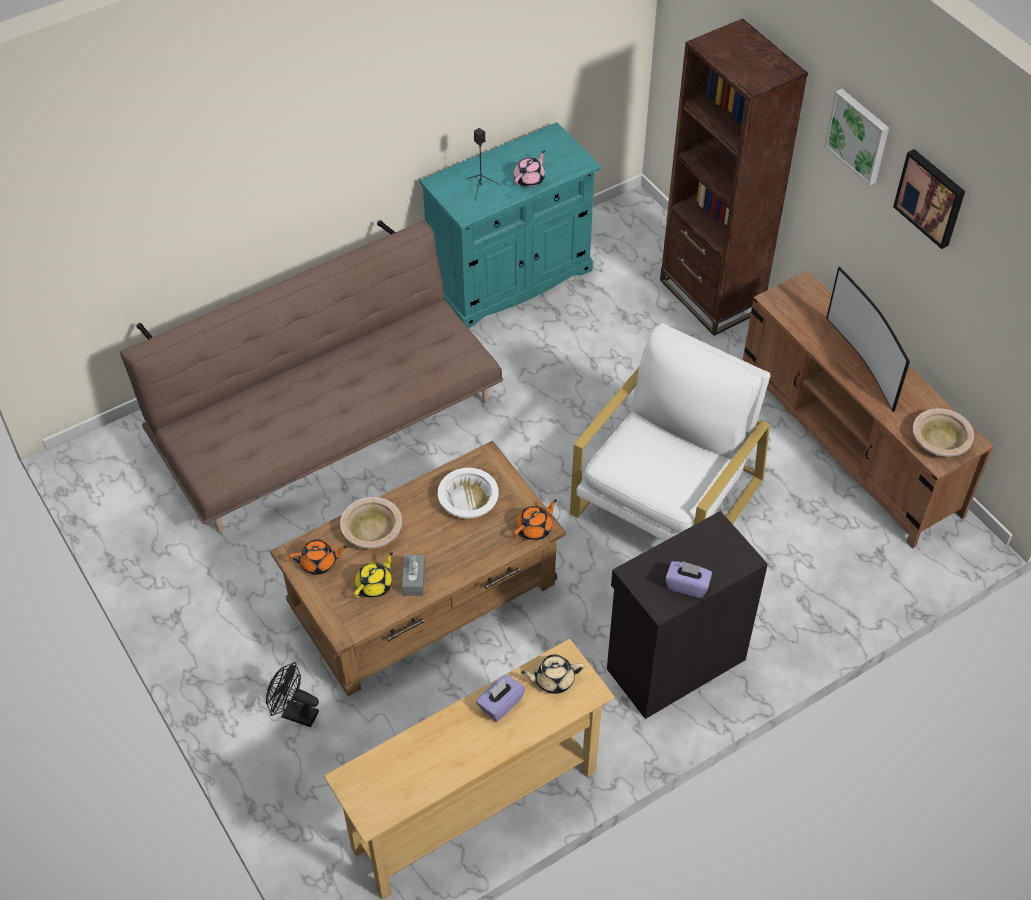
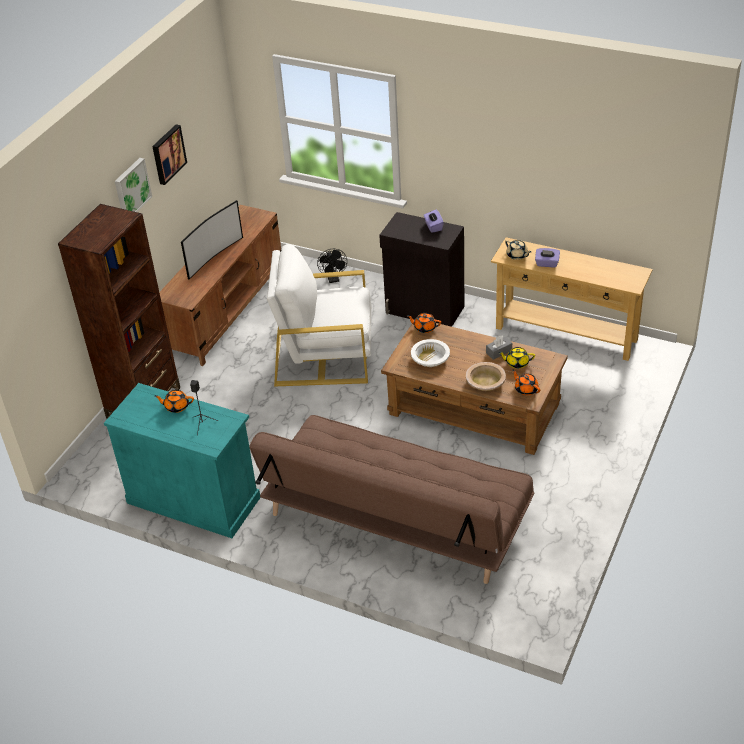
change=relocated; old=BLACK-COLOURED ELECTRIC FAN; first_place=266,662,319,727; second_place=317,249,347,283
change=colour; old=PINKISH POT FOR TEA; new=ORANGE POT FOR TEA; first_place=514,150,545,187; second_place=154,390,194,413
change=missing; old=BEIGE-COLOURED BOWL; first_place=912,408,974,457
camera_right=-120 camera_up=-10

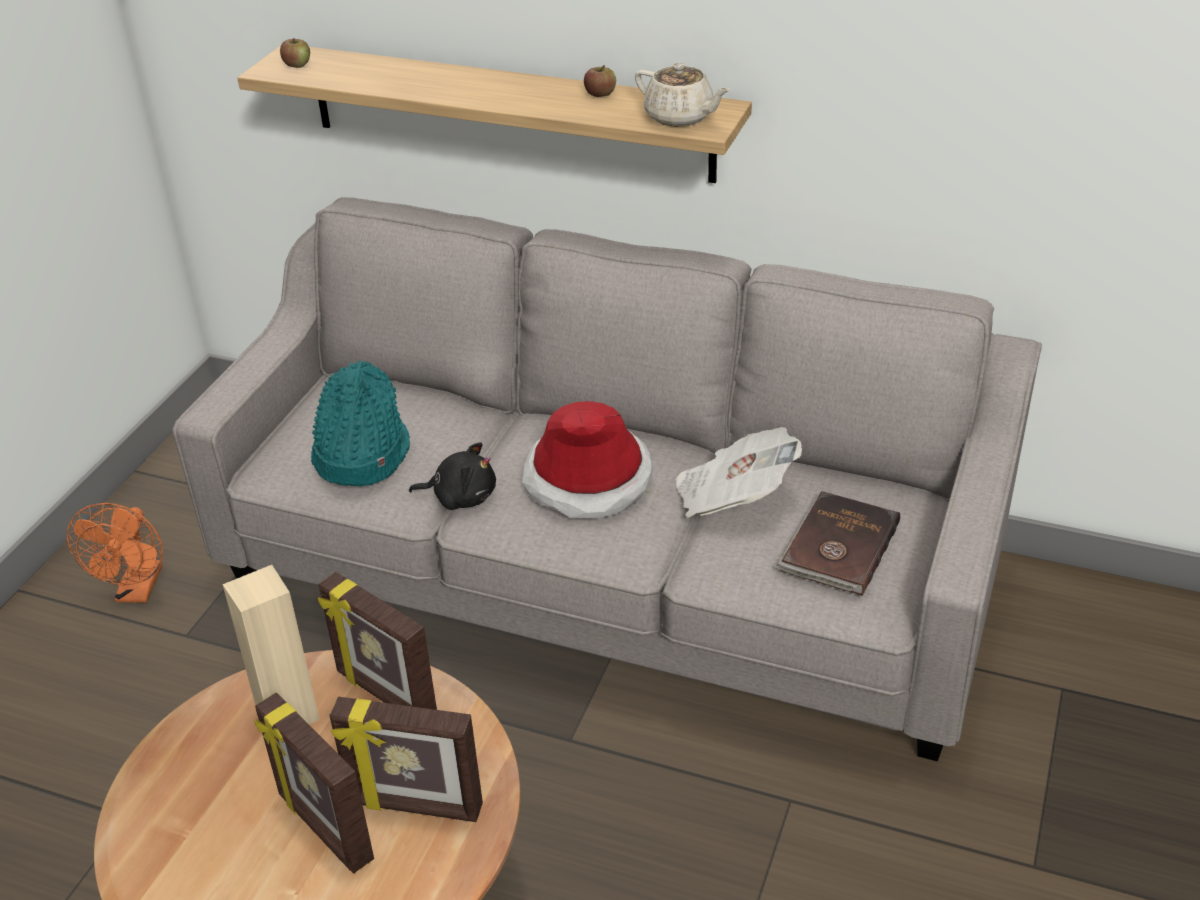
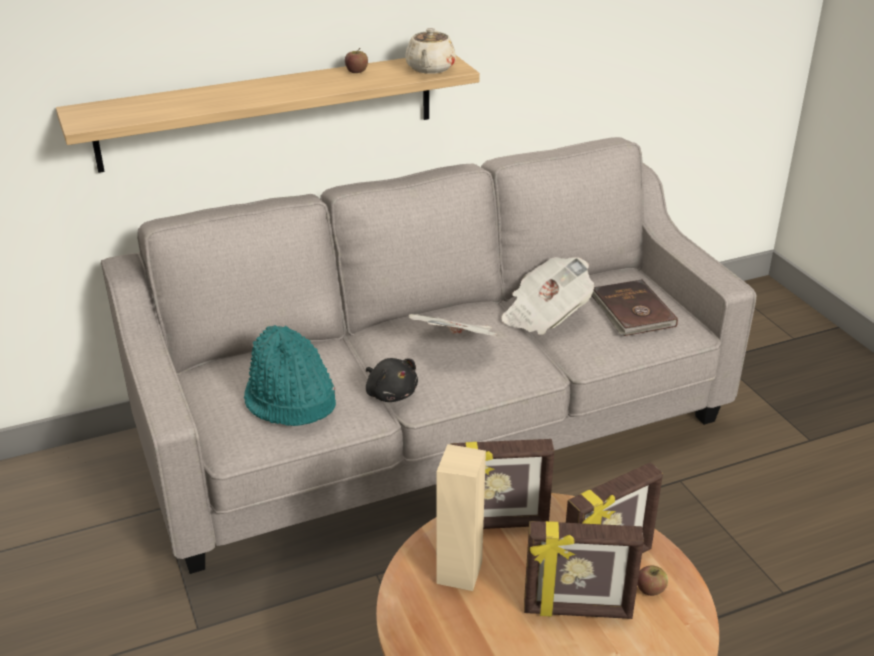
change=missing; old=ORANGE ELECTRIC FAN; first_place=67,503,163,603
change=relocated; old=APPLE; first_place=280,38,310,68; second_place=638,566,668,596
change=spun; old=BLACK-COLOURED CUDDLY TOY; first_place=409,442,496,510; second_place=366,358,418,402; degrees=90
change=exchanged; old=CLOTHING HAT; new=DAILY PAPER; first_place=522,401,653,519; second_place=409,314,497,337
change=spun; old=BEIGE-COLOURED POT FOR TEA; first_place=635,63,730,127; second_place=405,28,456,74; degrees=105
camera_right=-45 camera_up=-5

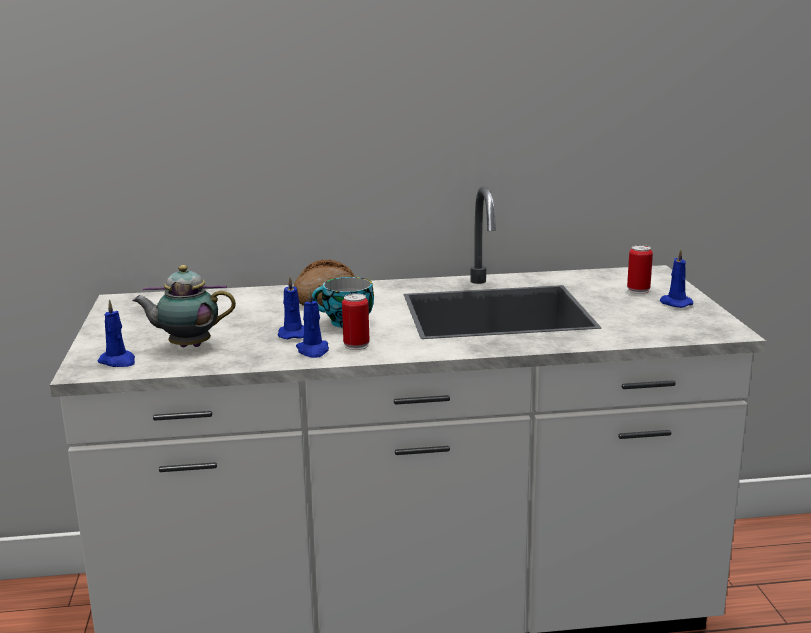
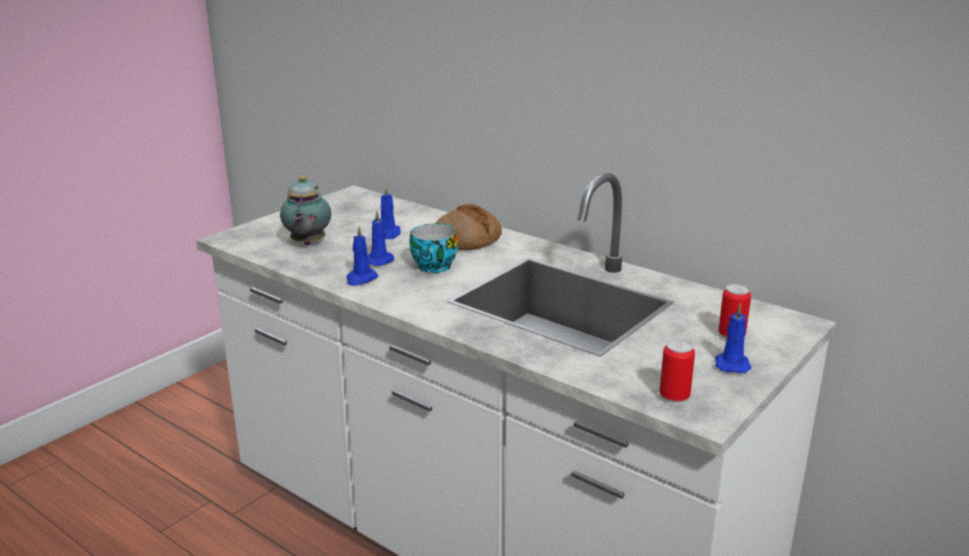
change=relocated; old=BLUE CANDLE; first_place=97,299,135,367; second_place=380,186,401,239
change=spun; old=POT FOR TEA; first_place=132,265,236,347; second_place=280,176,331,245; degrees=-135
change=relocated; old=SEALED CAN; first_place=342,293,370,350; second_place=660,339,695,405
camera_right=45 camera_up=5

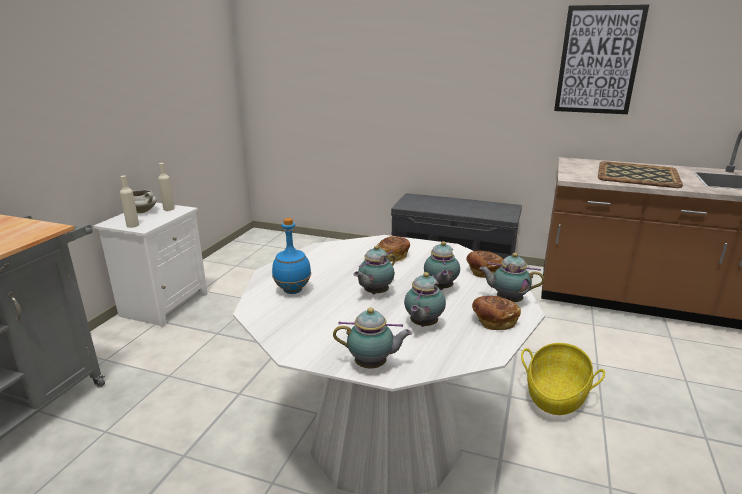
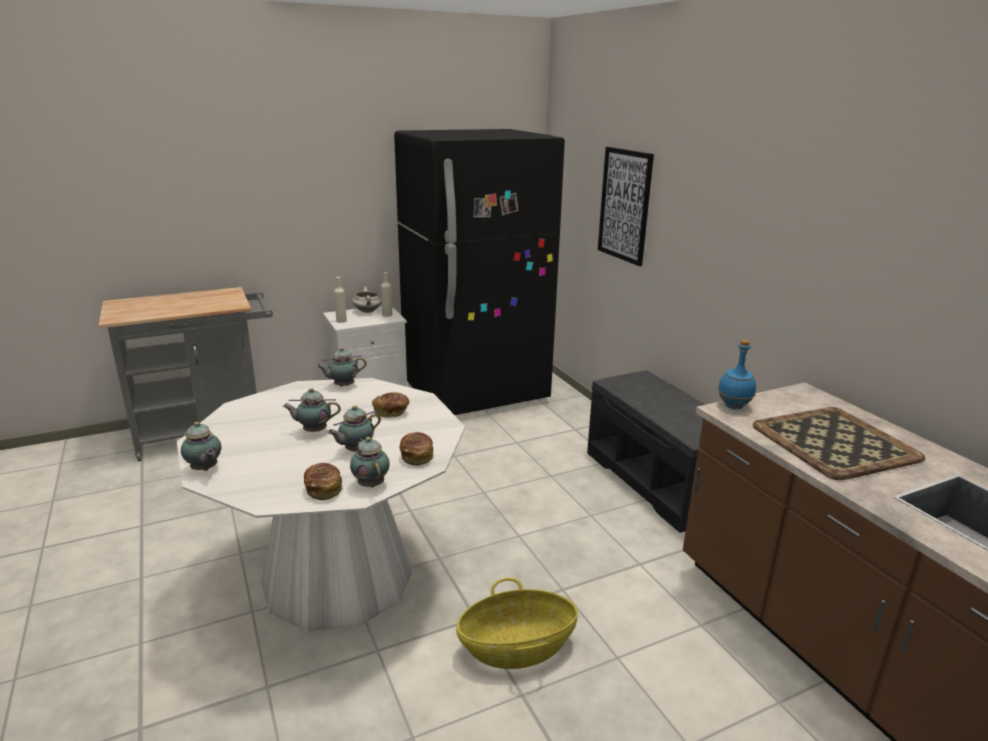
change=relocated; old=BLUE BOTTLE; first_place=272,218,311,294; second_place=718,340,756,410
change=relocated; old=POT FOR TEA; first_place=404,272,446,327; second_place=316,347,367,387
change=relocated; old=WALL ART; first_place=554,4,649,114; second_place=598,147,654,266
change=appeared; new=BLACK-COLOURED FRIDGE; second_place=394,129,565,415
camera_right=45 camera_up=0

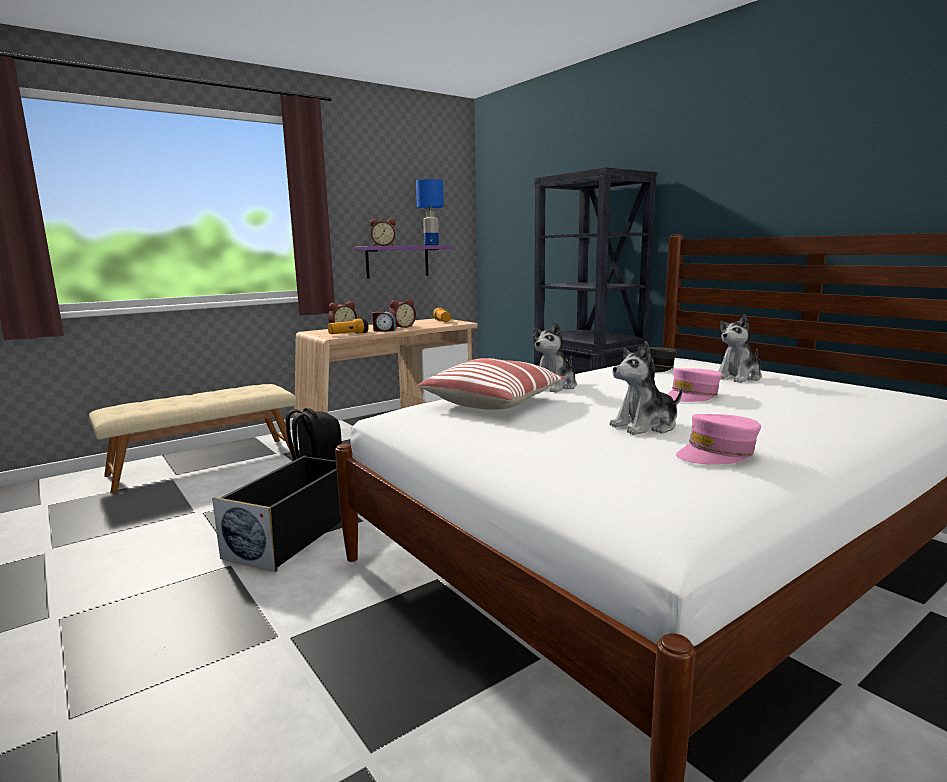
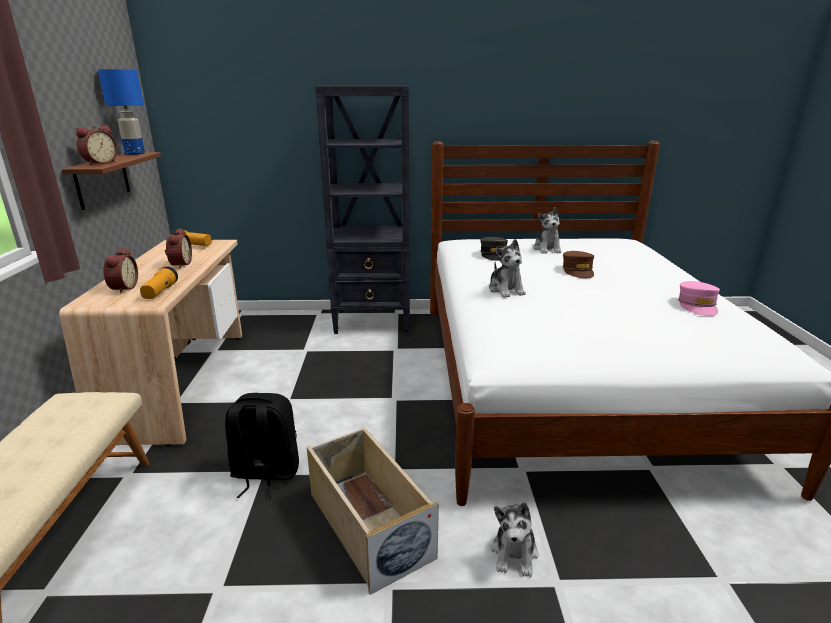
change=colour; old=BLACK-COLOURED STORAGE BOX; new=BEIGE-COLOURED STORAGE BOX; first_place=212,456,341,572; second_place=307,427,439,595
change=colour; old=PURPLE SHELF; new=BROWN SHELF; first_place=354,245,451,279; second_place=61,152,161,210
change=missing; old=BEDSIDE CLOCK; first_place=372,311,396,331
change=missing; old=CUSHION; first_place=418,358,565,410
change=relocated; old=CUDDLY TOY; first_place=609,342,683,435; second_place=491,502,538,577
change=colour; old=PINKISH PEAKED CAP; new=BROWN PEAKED CAP; first_place=668,368,722,402; second_place=563,251,594,278
camera_right=-55 camera_up=10

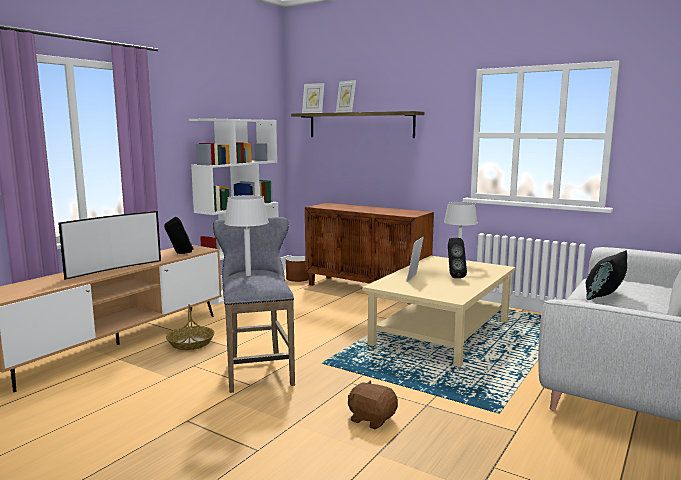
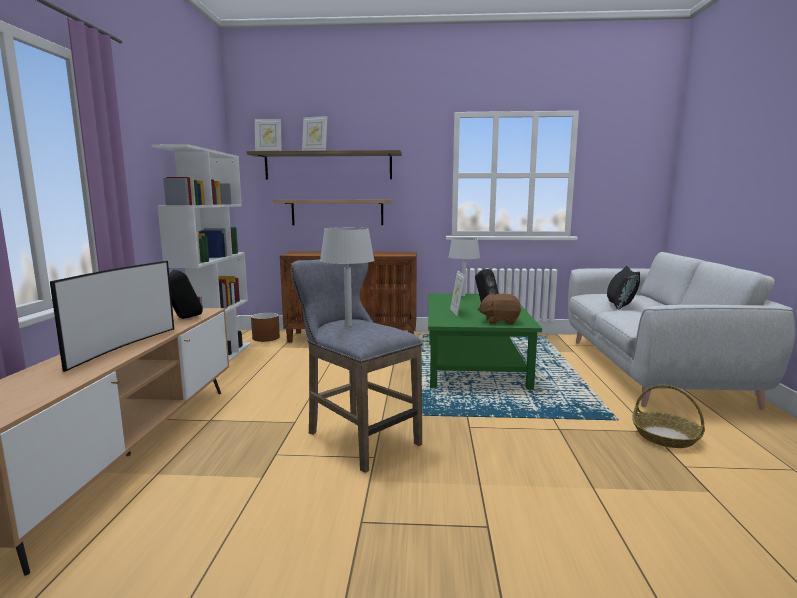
change=relocated; old=HOUSEHOLD BASKET; first_place=166,304,215,350; second_place=632,385,705,448
change=relocated; old=BROWN CUDDLY TOY; first_place=348,380,398,429; second_place=478,294,521,325
change=colour; old=BEIGE-COLOURED COFFEE TABLE; new=GREEN COFFEE TABLE; first_place=362,256,515,367; second_place=428,293,542,390
change=appeared; new=SHELF; second_place=273,200,393,225
camera_right=-30 camera_up=0

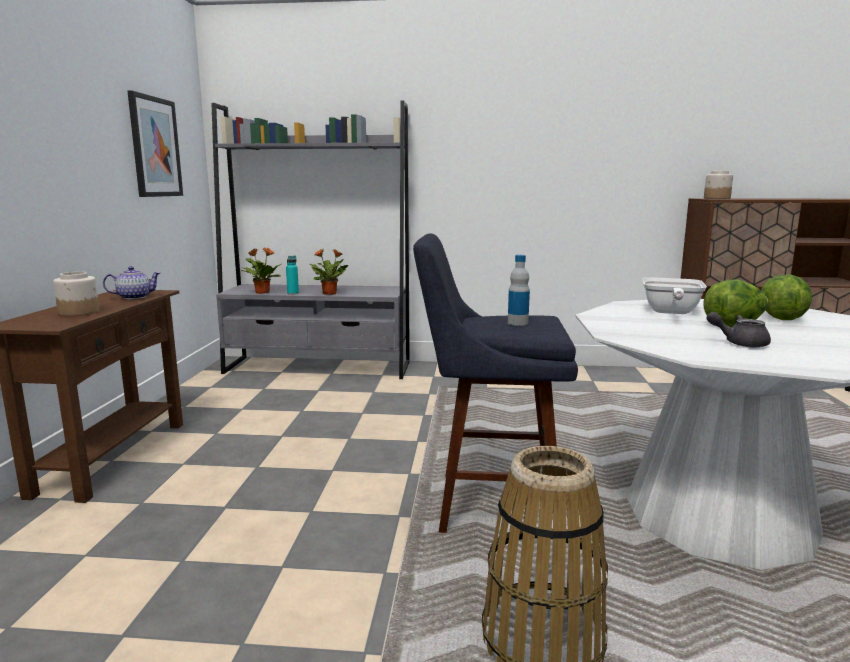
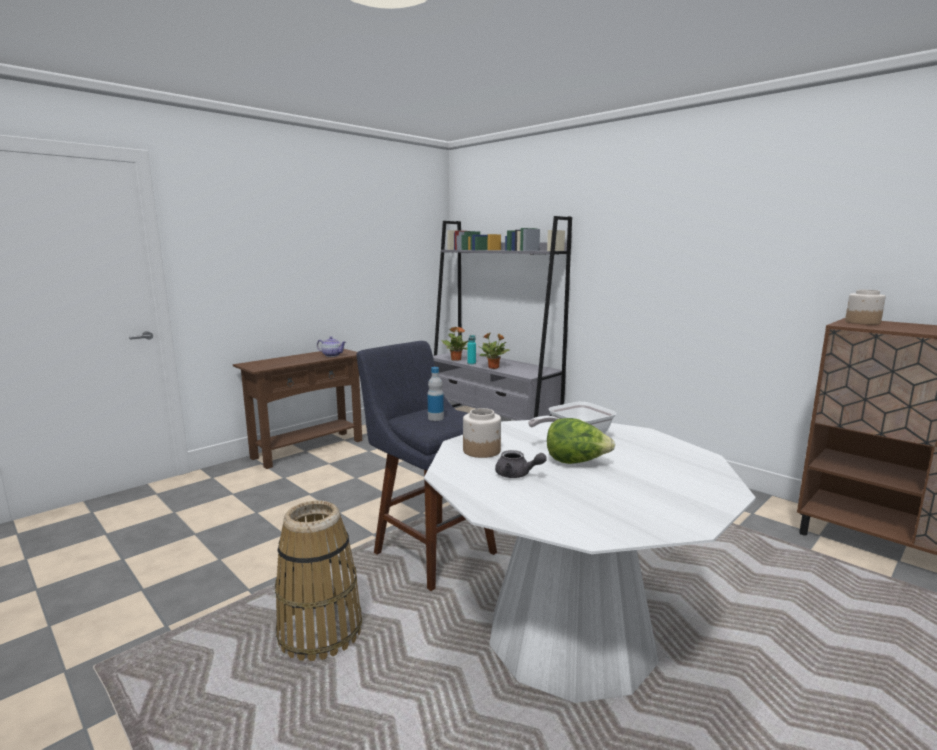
change=relocated; old=STORAGE JAR; first_place=53,272,99,316; second_place=463,408,501,458
change=missing; old=WALL ART; first_place=128,90,183,197
change=spun; old=GREYISH POT FOR TEA; first_place=706,312,771,348; second_place=495,450,547,478; degrees=150
change=missing; old=HEAD OF LETTUCE; first_place=761,274,812,320
camera_right=40 camera_up=0

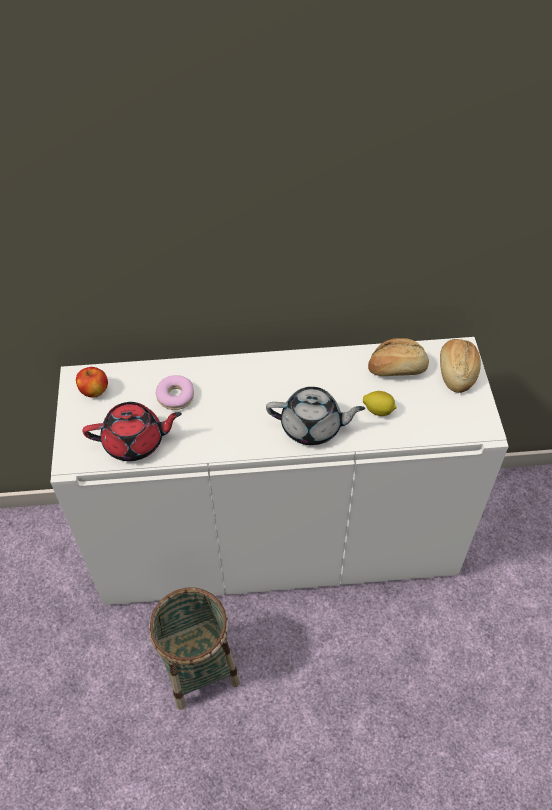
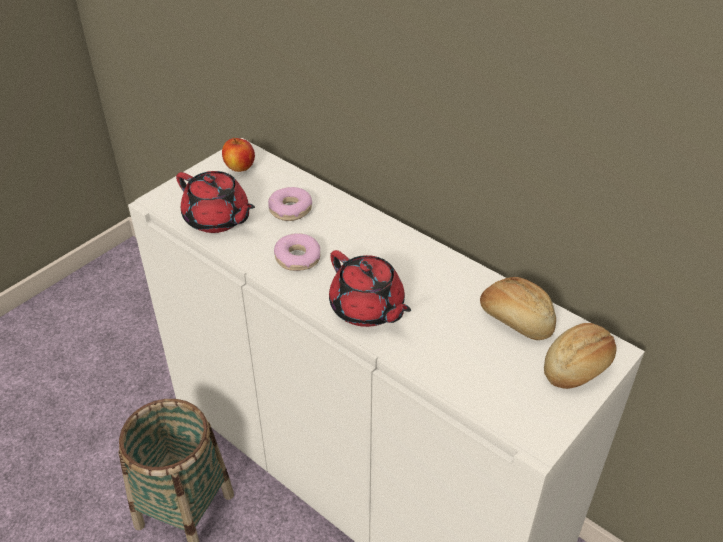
change=colour; old=GREYISH POT FOR TEA; new=REDDISH POT FOR TEA; first_place=266,387,365,445; second_place=329,250,411,327
change=missing; old=CITRUS FRUIT; first_place=363,391,397,416
change=appeared; new=DOUGHNUT; second_place=274,233,321,271
camera_right=45 camera_up=-10

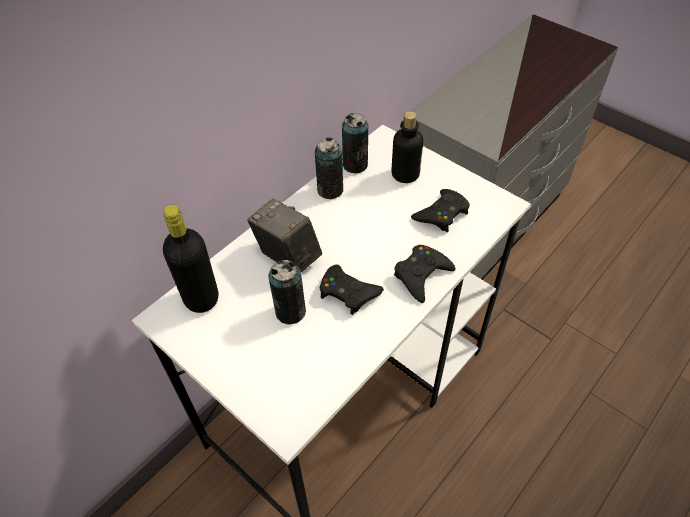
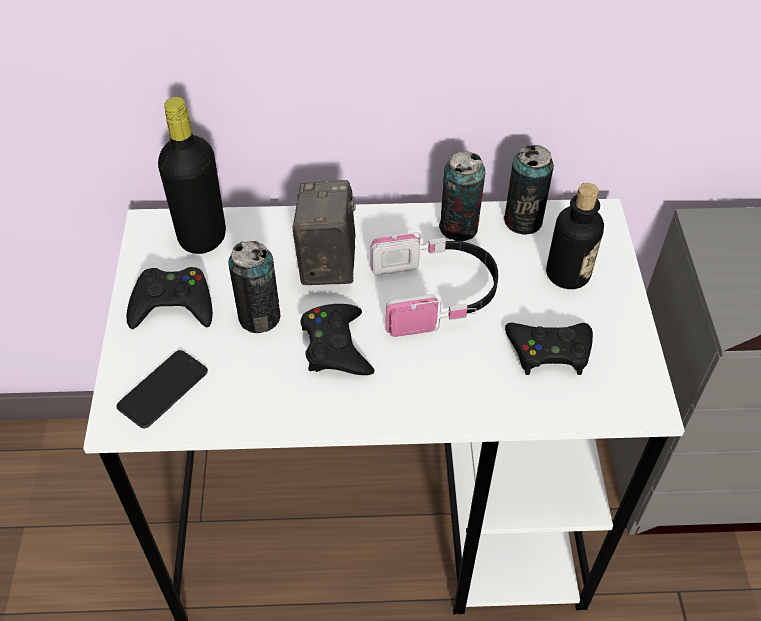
change=relocated; old=BLACK-COLOURED GAME CONTROLLER; first_place=394,245,455,303; second_place=126,267,213,329
change=appeared; new=HANDSET; second_place=117,350,208,428
change=appeared; new=HEADPHONES; second_place=370,232,498,337
camera_right=45 camera_up=0

